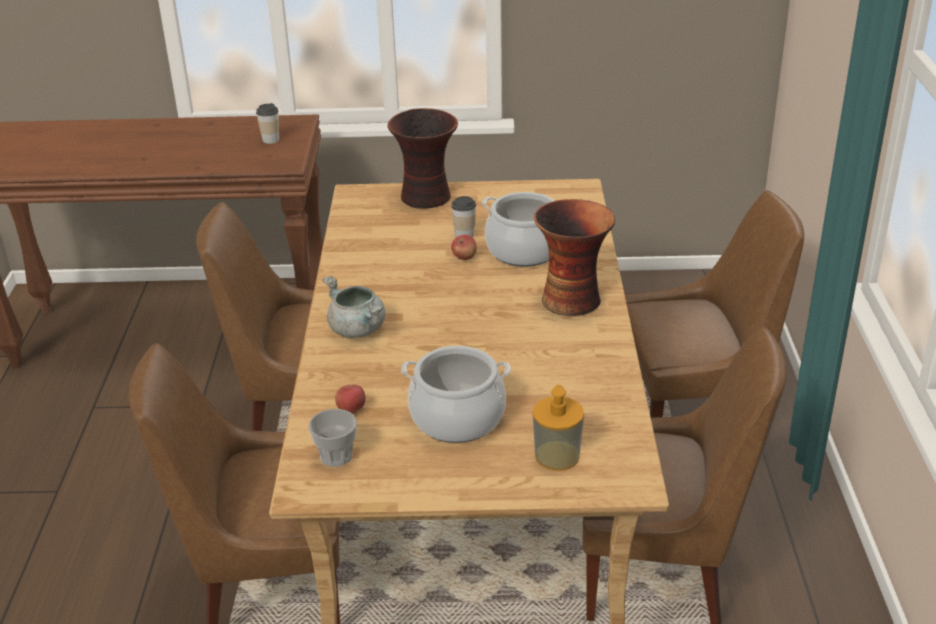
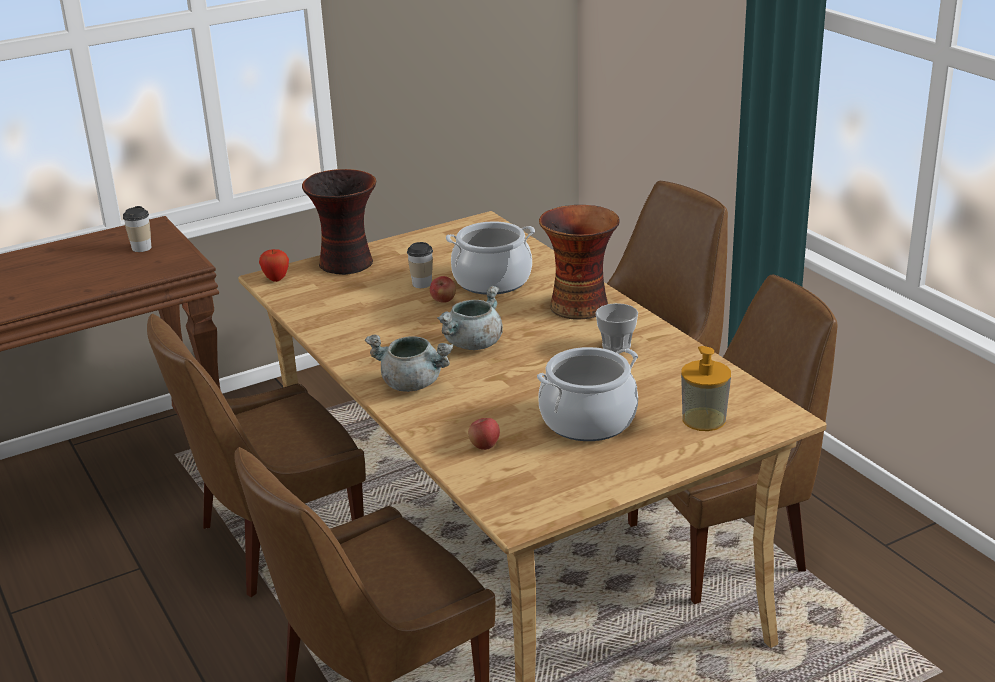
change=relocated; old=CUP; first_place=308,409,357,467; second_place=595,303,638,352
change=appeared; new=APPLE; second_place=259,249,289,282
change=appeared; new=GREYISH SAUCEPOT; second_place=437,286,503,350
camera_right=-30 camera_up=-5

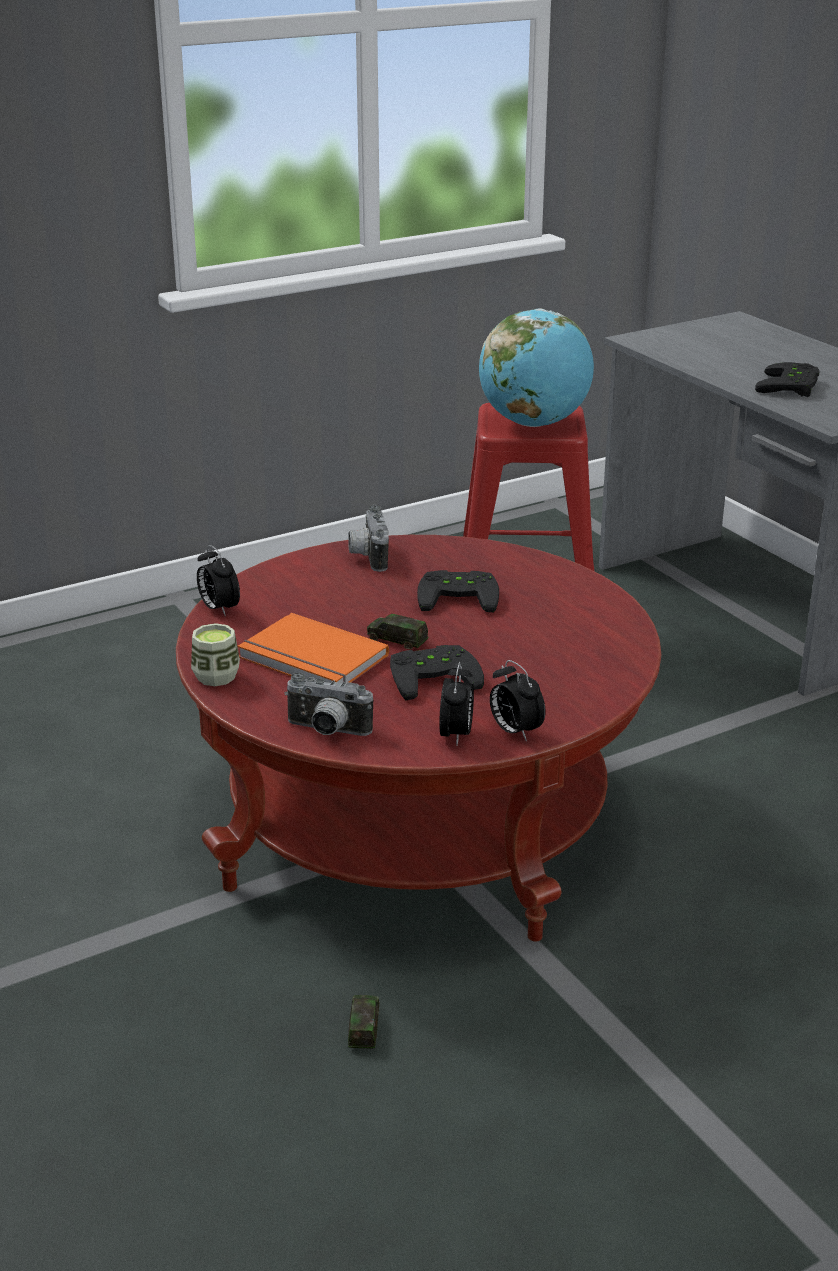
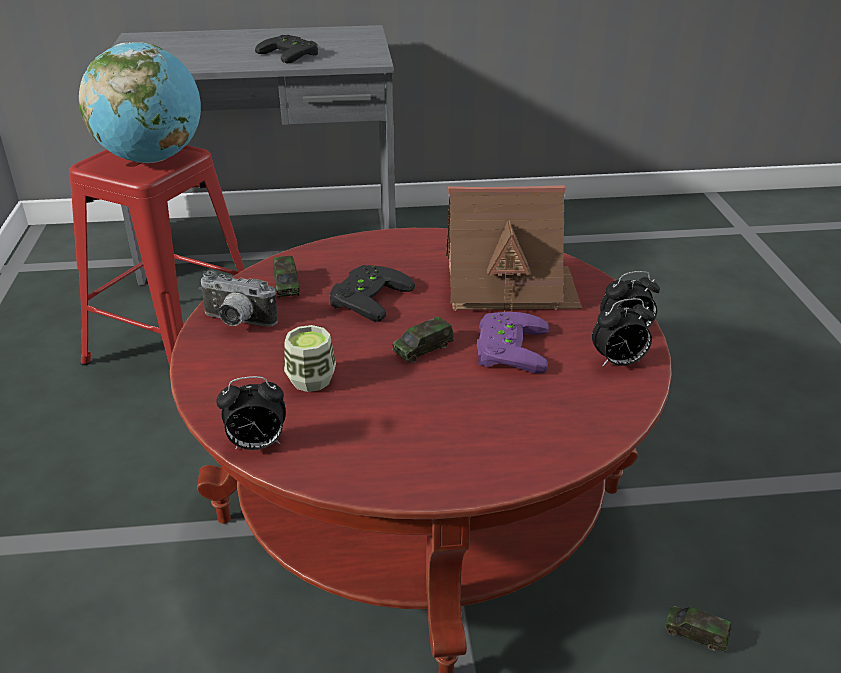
change=relocated; old=CUP; first_place=191,623,240,686; second_place=284,325,336,392
change=missing; old=ORANGE VOLUME; first_place=238,613,389,684
change=missing; old=PHOTO CAMERA; first_place=284,673,373,736
change=colour; old=BLACK-COLOURED GAME CONTROLLER; new=PURPLE GAME CONTROLLER; first_place=390,645,484,700; second_place=477,312,549,373
change=spun; old=BEDSIDE CLOCK; first_place=440,662,474,745; second_place=592,298,655,367; degrees=135
change=appeared; new=TOY CAR; second_place=273,256,300,298
change=appeared; new=MINIATURE HOUSE; second_place=446,185,582,312
camera_right=-65 camera_up=5

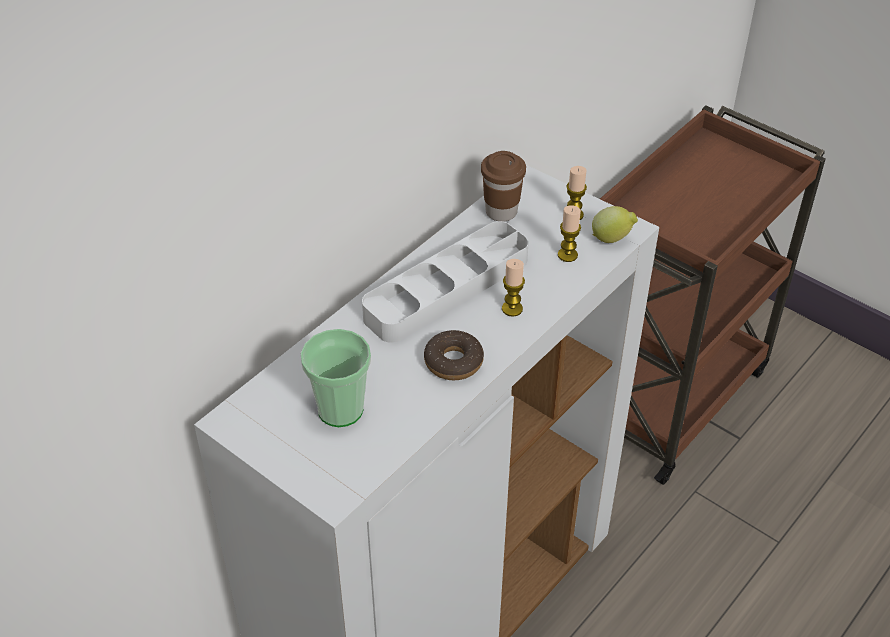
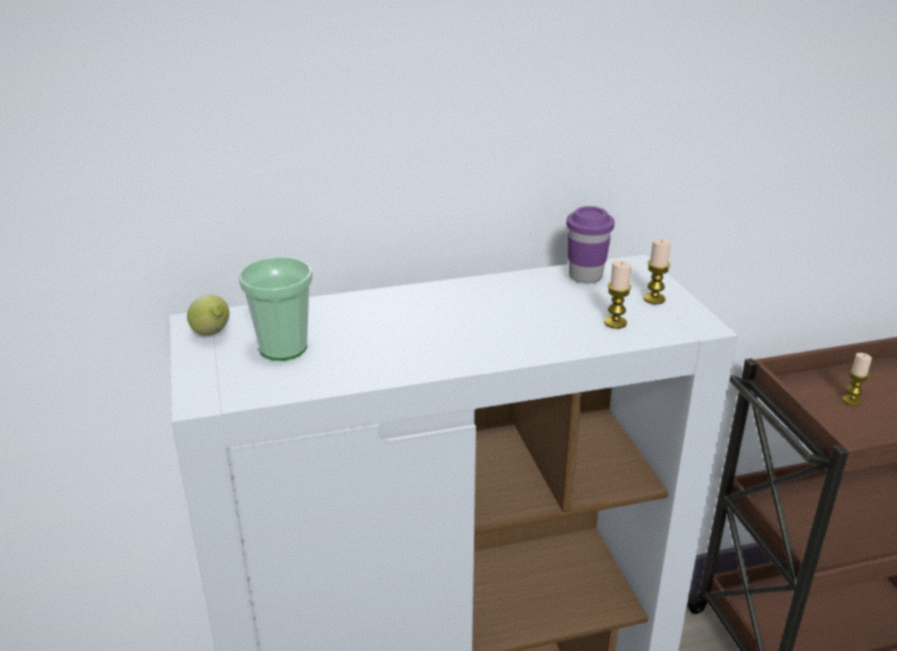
change=missing; old=WHITE CARRYING TRAY; first_place=362,221,529,343
change=missing; old=DOUGHNUT; first_place=424,330,484,380
change=colour; old=BROWN CUP; new=PURPLE CUP; first_place=481,151,526,222; second_place=566,206,615,283
change=relocated; old=CANDLE; first_place=502,259,525,317; second_place=842,353,872,406
change=relocated; old=CITRUS FRUIT; first_place=592,206,638,243; second_place=187,295,229,336
camera_right=35 camera_up=-15

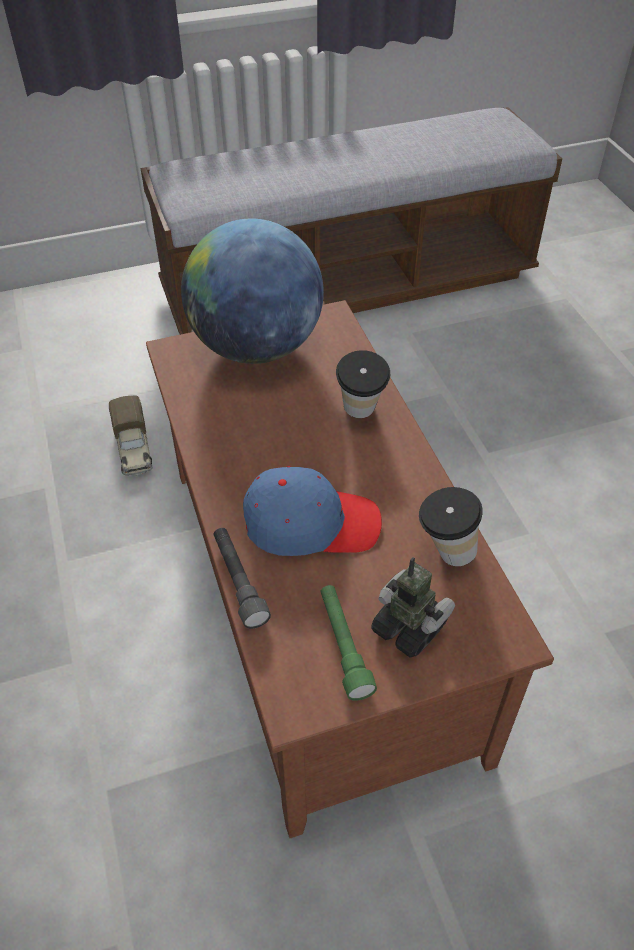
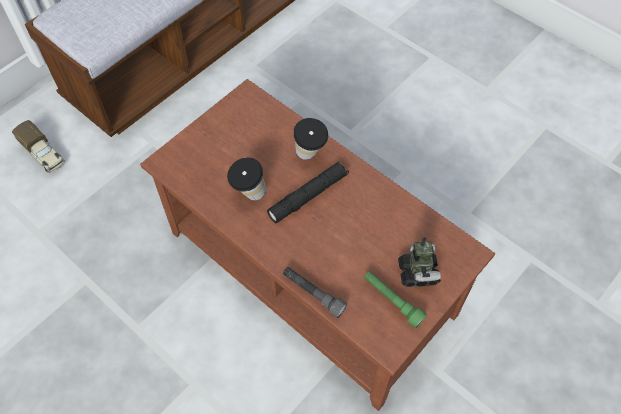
change=relocated; old=TOY TRUCK; first_place=109,396,153,476; second_place=12,120,65,172
change=missing; old=WORLD GLOBE; first_place=181,219,324,364
change=missing; old=BLUE PEAKED CAP; first_place=243,466,382,556
change=spun; old=ROBOT FIGURE; first_place=371,557,455,657; second_place=398,237,441,287; degrees=75
change=relocated; old=CUP; first_place=419,487,483,566; second_place=227,157,266,200
change=appeared; new=BLACK-COLOURED TORCH; second_place=267,161,349,223
camera_right=-30 camera_up=10

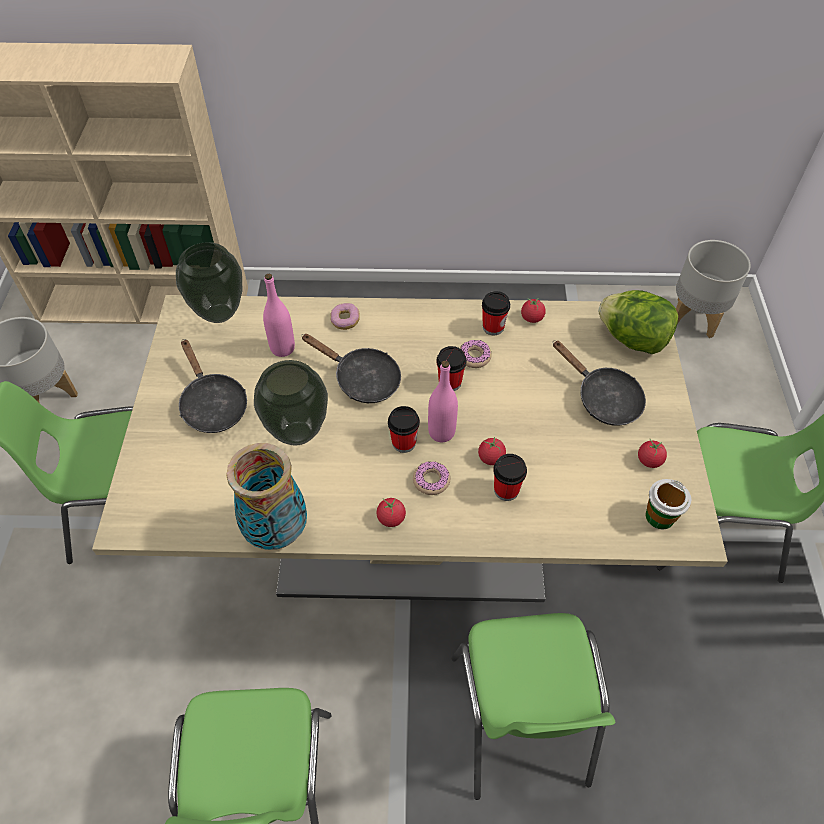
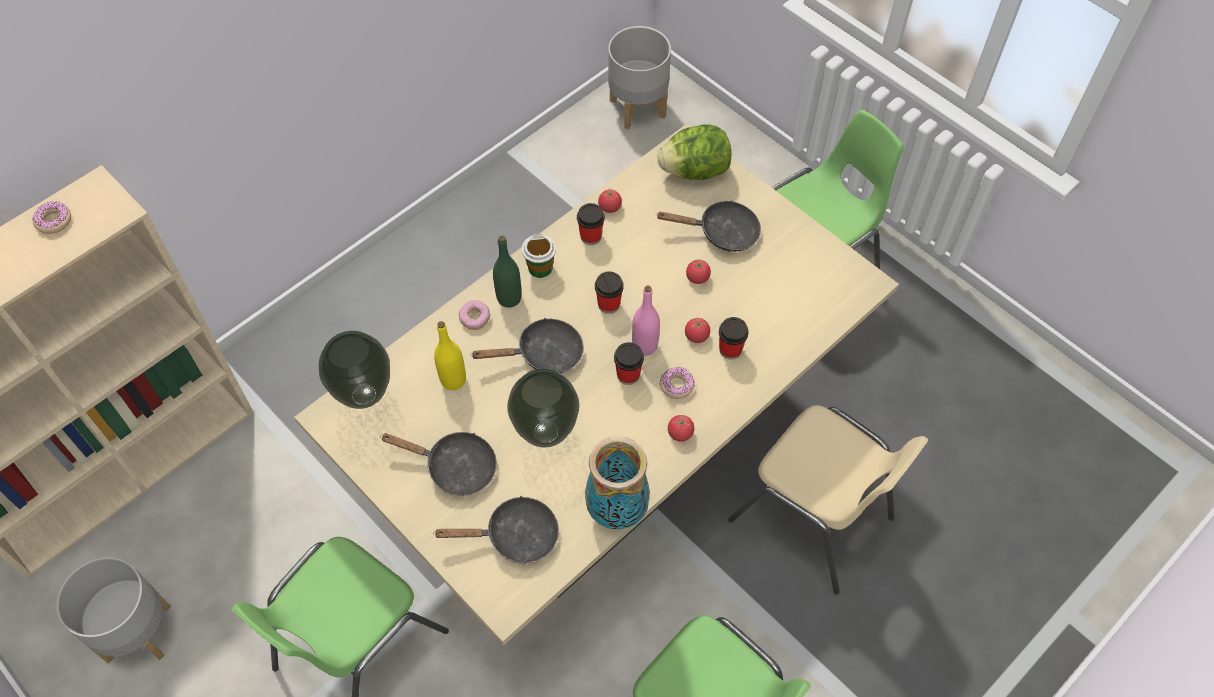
change=colour; old=PINKISH BOTTLE; new=YELLOW-COLOURED BOTTLE; first_place=263,274,295,357; second_place=434,321,466,390
change=colour; old=GREEN PLAIN CHAIR; new=BEIGE-COLOURED PLAIN CHAIR; first_place=451,613,615,800; second_place=728,405,928,594
change=relocated; old=DOUGHNUT; first_place=460,340,492,368; second_place=32,201,71,234
change=relocated; old=FRESH TOMATO; first_place=638,439,667,468; second_place=686,259,711,284
change=relocated; old=CUP; first_place=646,479,691,529; second_place=522,233,556,278
change=appeared; new=BLACK-COLOURED PAN; second_place=433,496,559,564
change=appeared; new=GREEN BOTTLE; second_place=493,236,522,308
camera_right=-45 camera_up=5

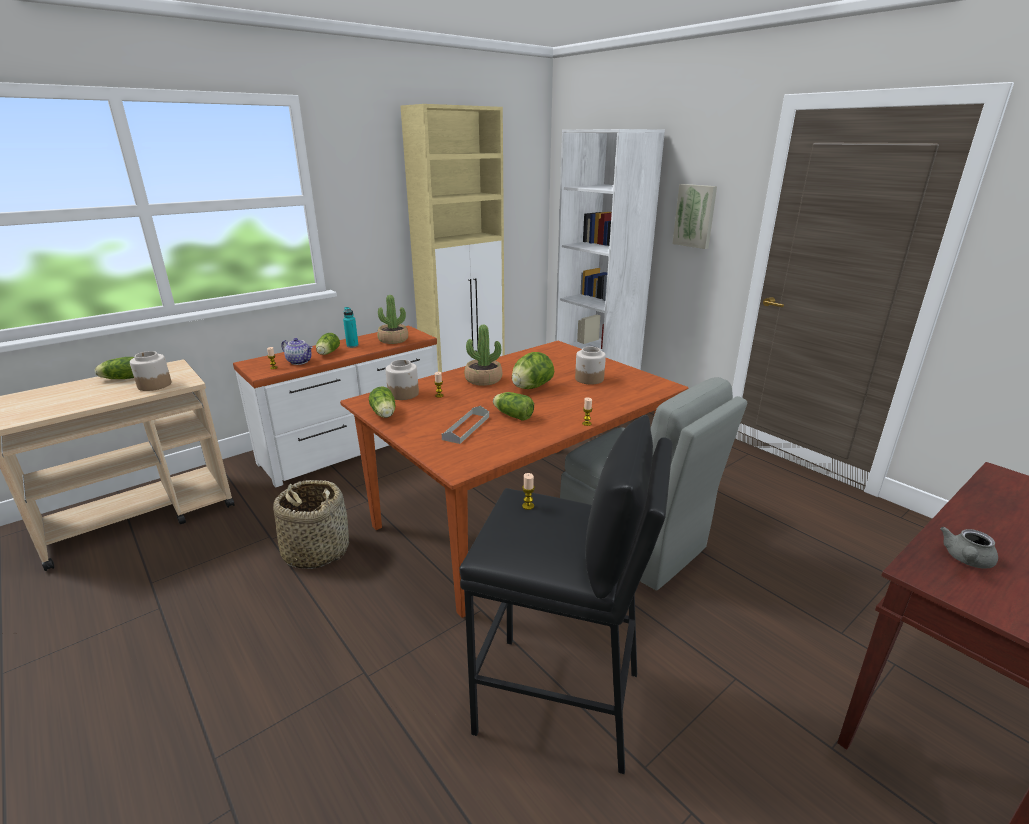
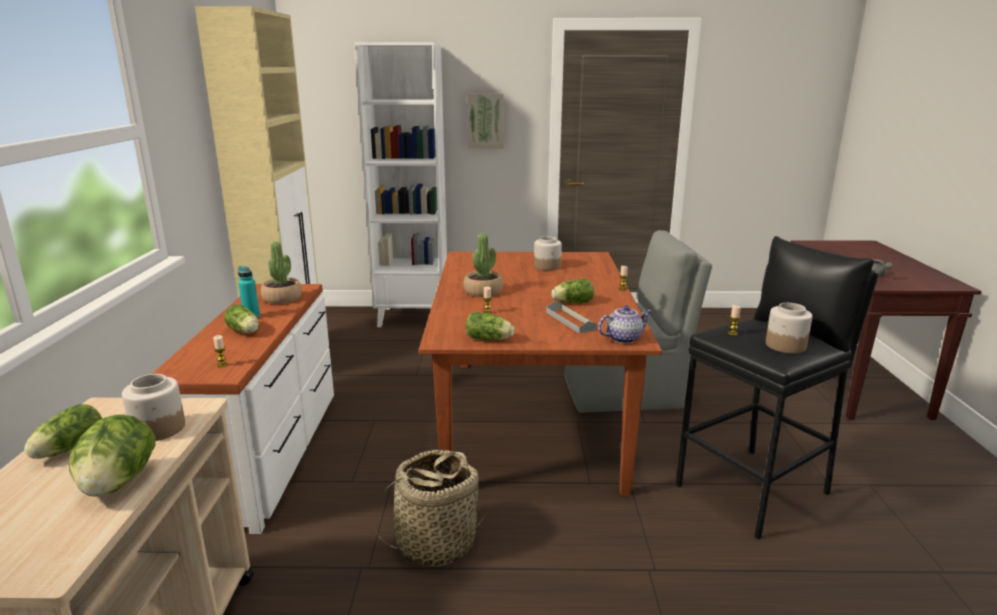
change=relocated; old=POT FOR TEA; first_place=281,338,313,365; second_place=598,305,651,344
change=relocated; old=STORAGE JAR; first_place=385,360,419,400; second_place=766,303,812,354
change=relocated; old=HEAD OF LETTUCE; first_place=512,352,554,389; second_place=69,414,156,497
camera_right=-50 camera_up=-5

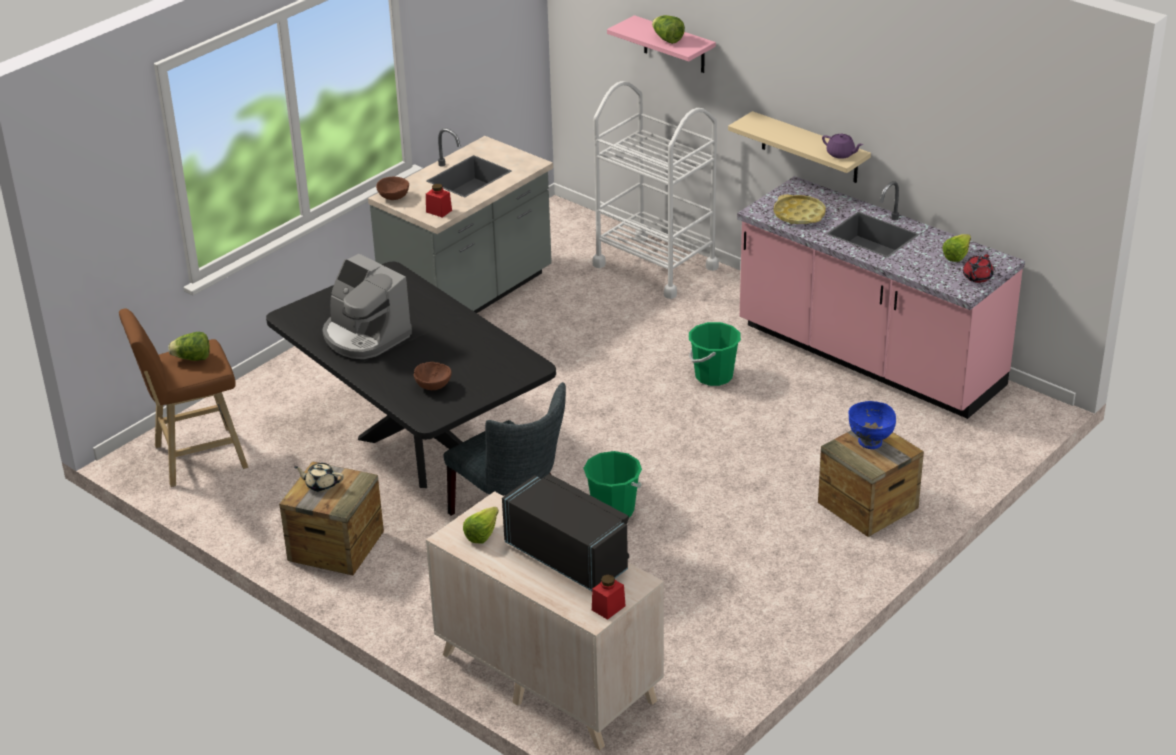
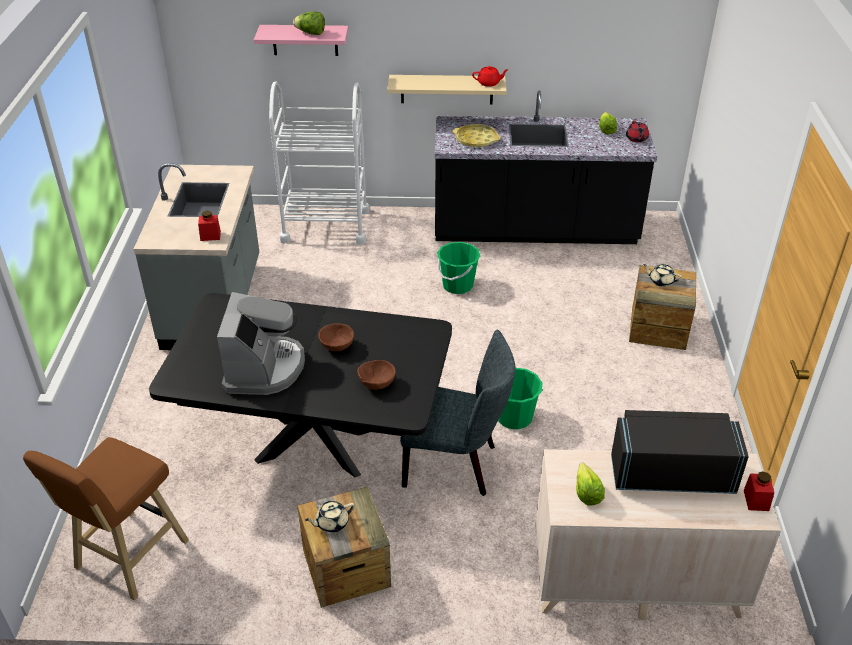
change=missing; old=HEAD OF LETTUCE; first_place=168,332,210,361
change=spun; old=COFFEE MACHINE; first_place=322,254,412,359; second_place=217,292,305,395; degrees=-90
change=relocated; old=BROWN BOWL; first_place=376,176,409,200; second_place=318,323,354,351
change=colour; old=PINKISH KITCHEN BASE UNIT; new=BLACK-COLOURED KITCHEN BASE UNIT; first_place=737,176,1025,419; second_place=435,91,657,244
change=colour; old=PURPLE POT FOR TEA; new=REDDISH POT FOR TEA; first_place=822,133,863,159; second_place=472,66,509,87
change=exchanged; old=BLUE BOWL; new=BEIGE-COLOURED POT FOR TEA; first_place=848,401,896,449; second_place=643,264,682,287
camera_right=-40 camera_up=5

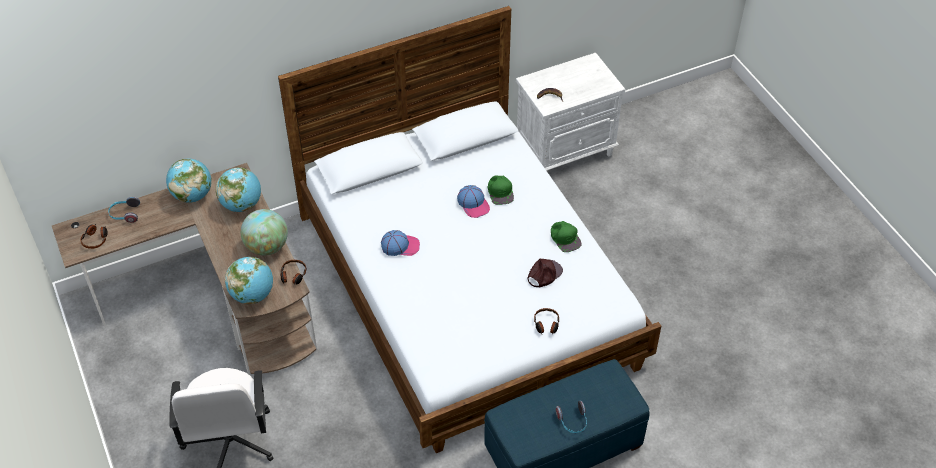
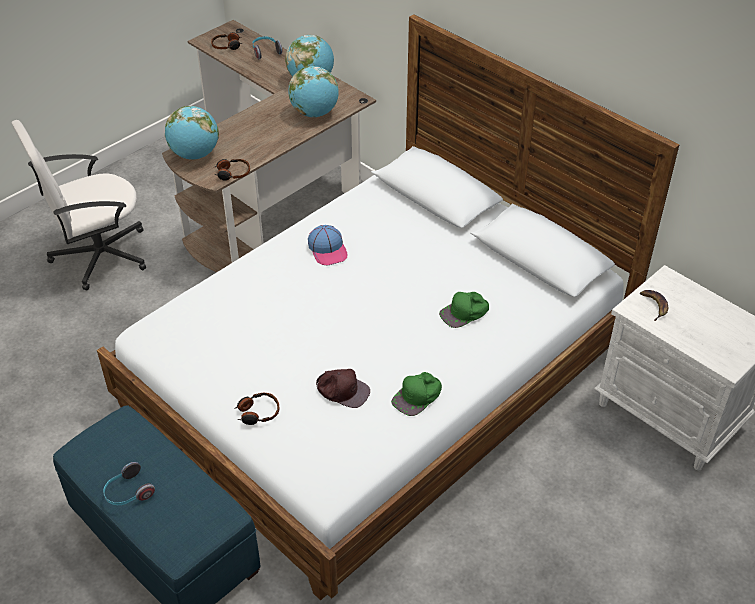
change=missing; old=WORLD GLOBE; first_place=241,209,288,256
change=missing; old=PEAKED CAP; first_place=457,185,490,218
camera_right=70 camera_up=-5

